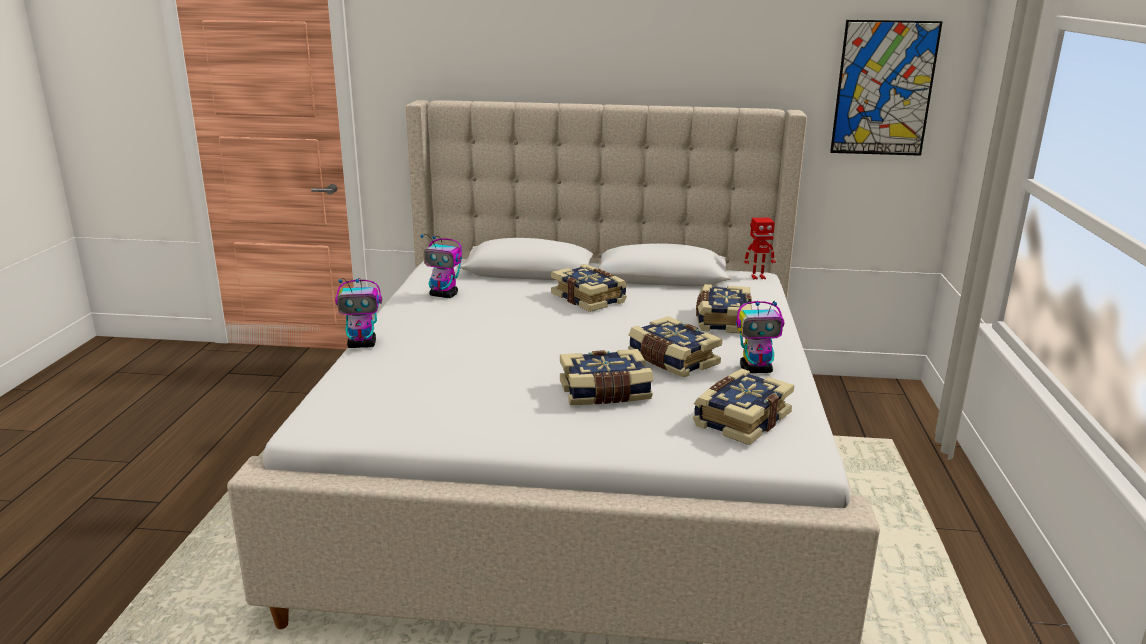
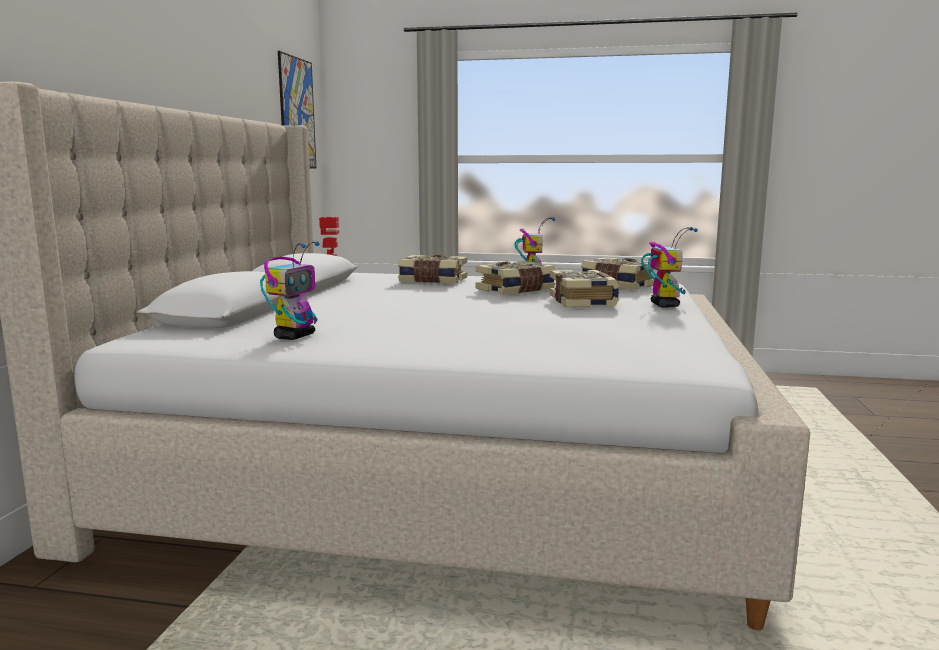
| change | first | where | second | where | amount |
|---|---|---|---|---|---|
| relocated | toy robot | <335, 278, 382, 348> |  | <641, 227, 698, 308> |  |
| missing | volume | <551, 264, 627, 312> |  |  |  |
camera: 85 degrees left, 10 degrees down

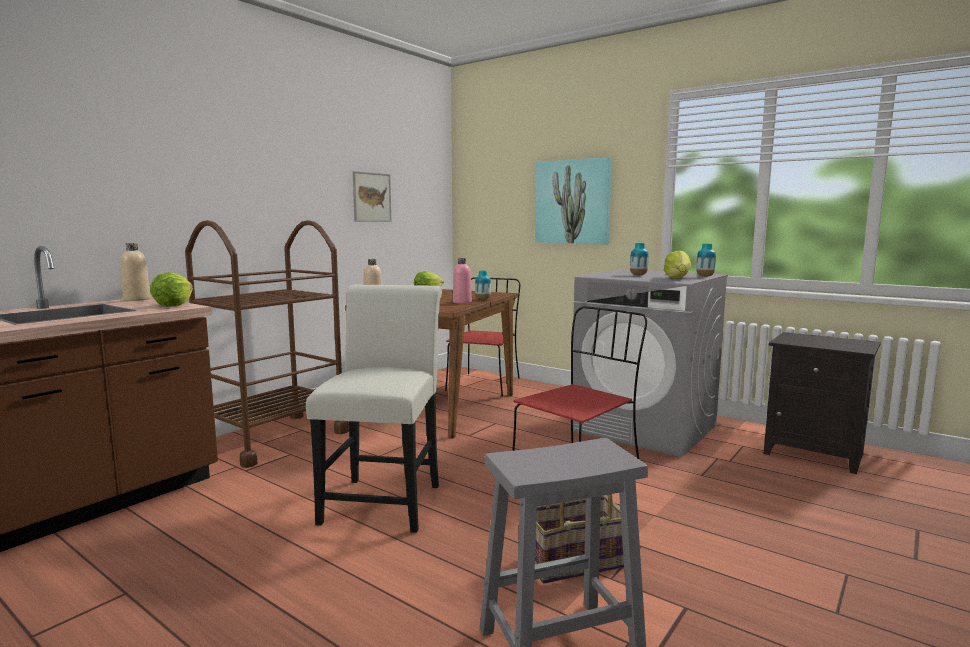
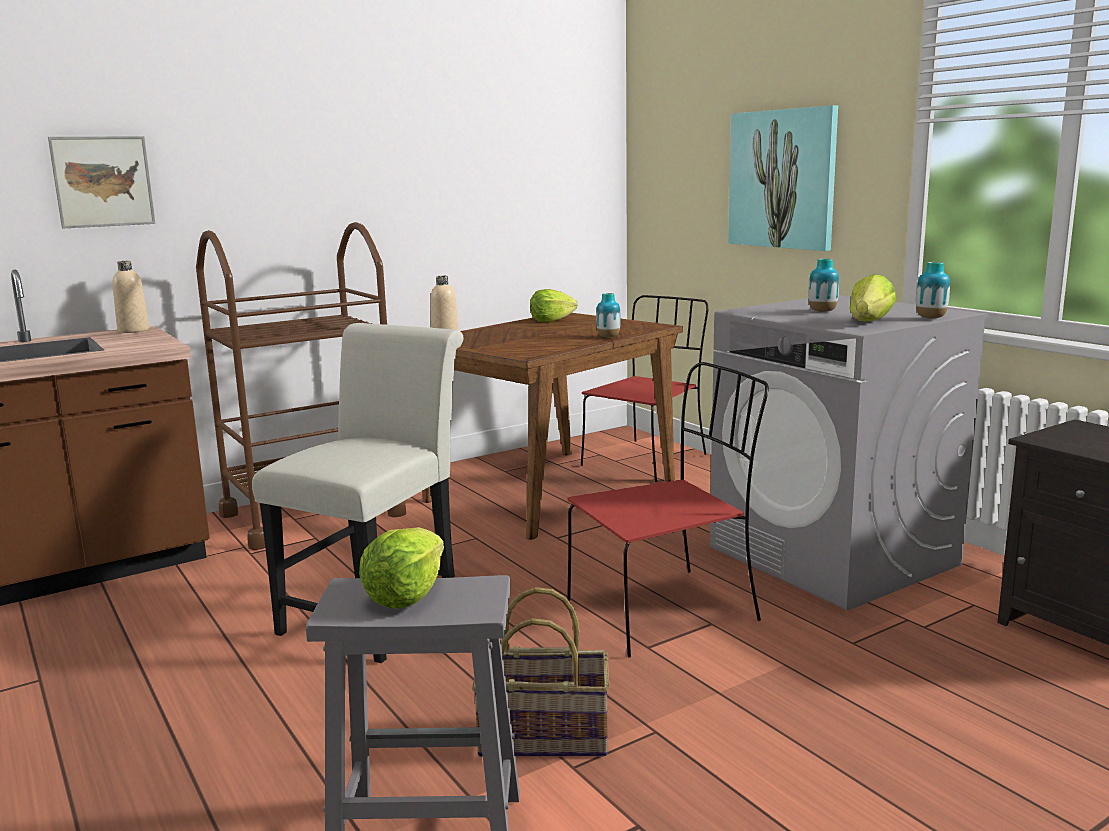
| change | first | where | second | where | amount |
|---|---|---|---|---|---|
| relocated | picture | <353, 171, 392, 222> |  | <48, 136, 156, 228> |  |
| relocated | lettuce head | <150, 272, 193, 307> |  | <359, 527, 444, 608> |  |
| missing | pink beverage bottle | <453, 258, 472, 304> |  |  |  |
camera: 20 degrees right, 5 degrees up

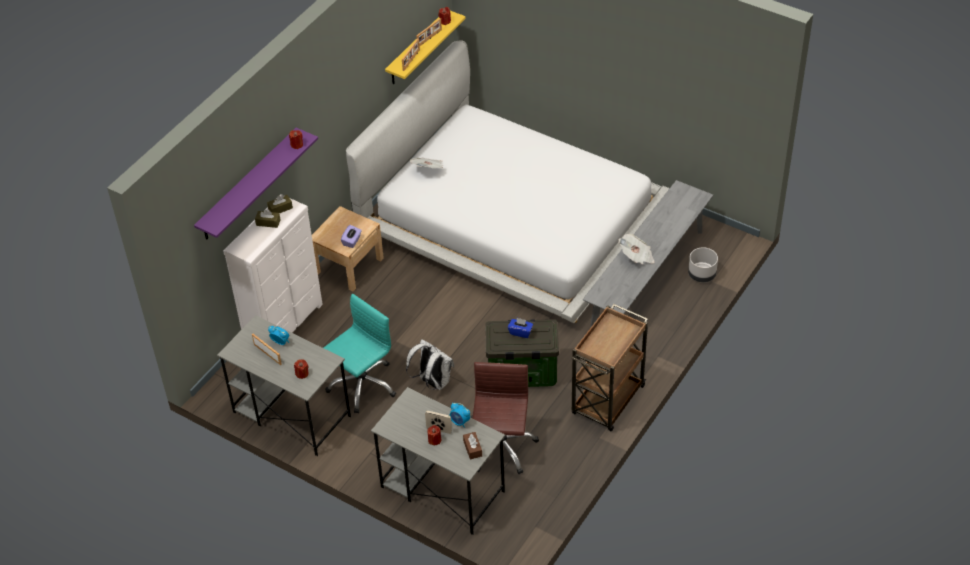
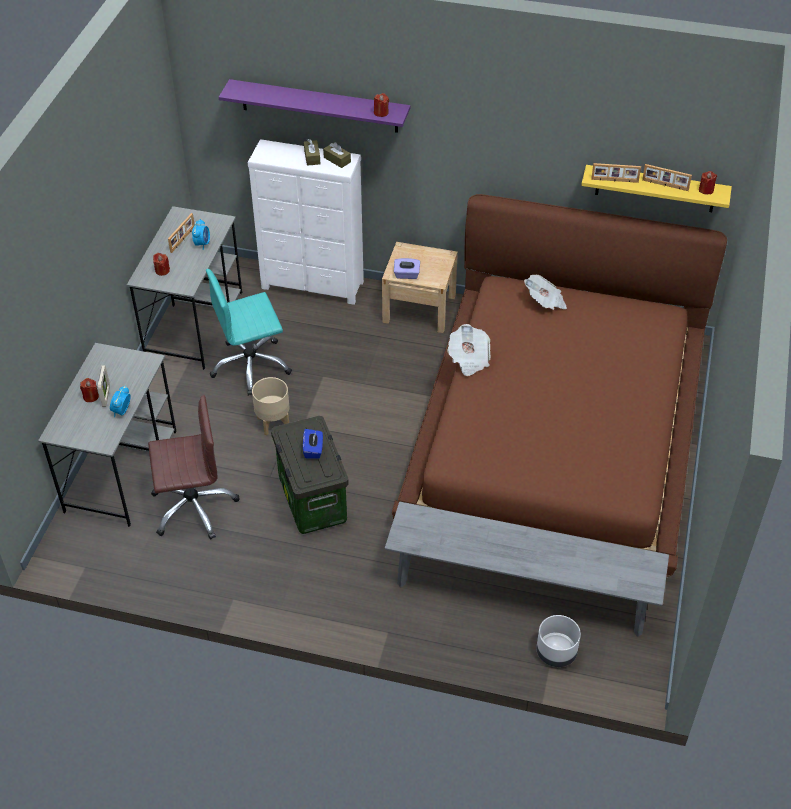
| change | first | where | second | where | amount |
|---|---|---|---|---|---|
| spun | turquoise office chair | <324, 294, 396, 413> |  | <206, 269, 292, 396> | 135 degrees clockwise |
| exchanged | white rucksack | <406, 339, 454, 390> | beige plant pot | <252, 377, 289, 435> |  |
| colour | white bed | <346, 41, 670, 323> | brownish bed | <392, 194, 727, 577> |  |
| relocated | daily paper | <619, 234, 654, 264> |  | <447, 324, 491, 376> |  |
| missing | brownish tissue box | <463, 432, 482, 459> |  |  |  |
| missing | brownish wheeled cart | <572, 304, 648, 432> |  |  |  |
camera: 70 degrees right, 0 degrees up

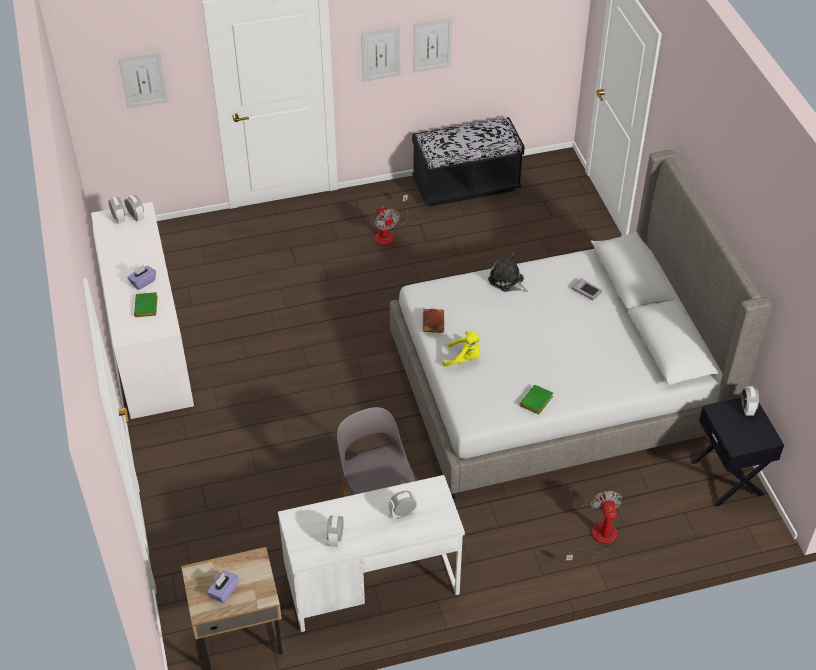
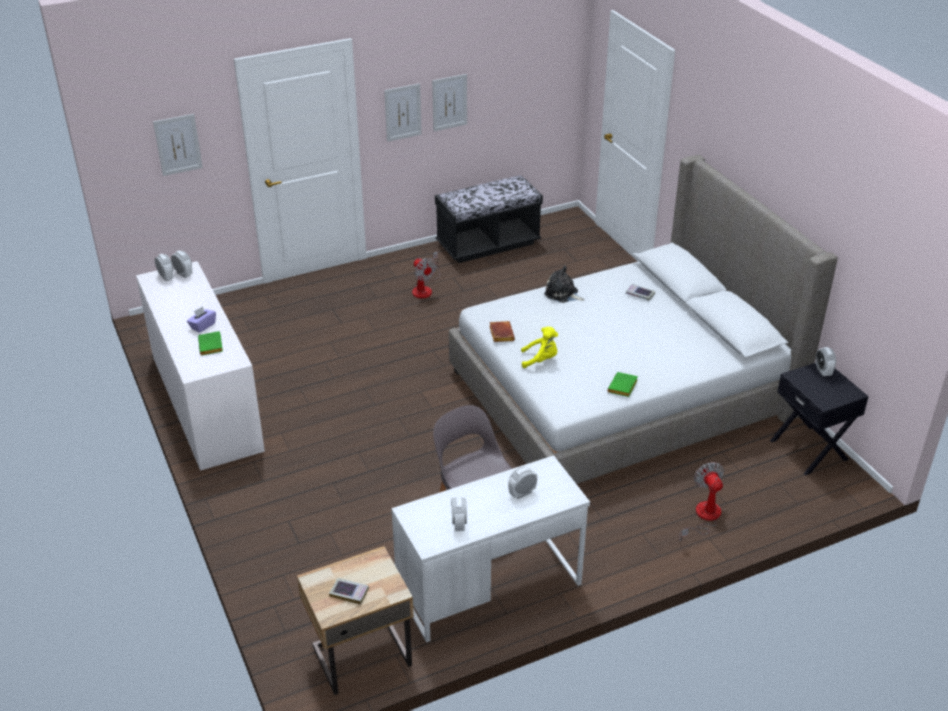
| change | first | where | second | where | amount |
|---|---|---|---|---|---|
| exchanged | purple-coloured tissue box | <207, 570, 239, 603> | volume | <329, 578, 369, 605> |  |
camera: 10 degrees left, 10 degrees down

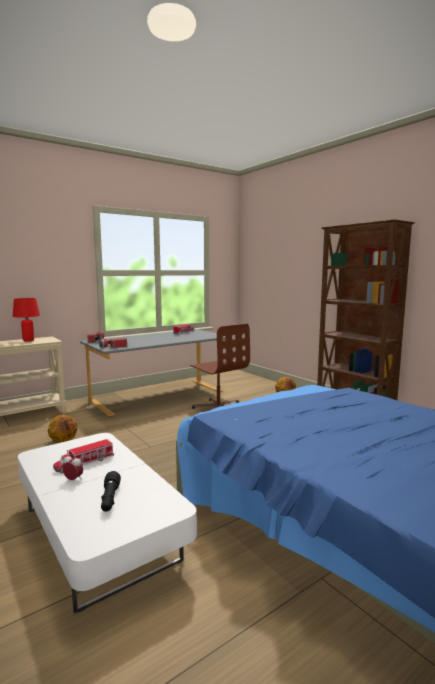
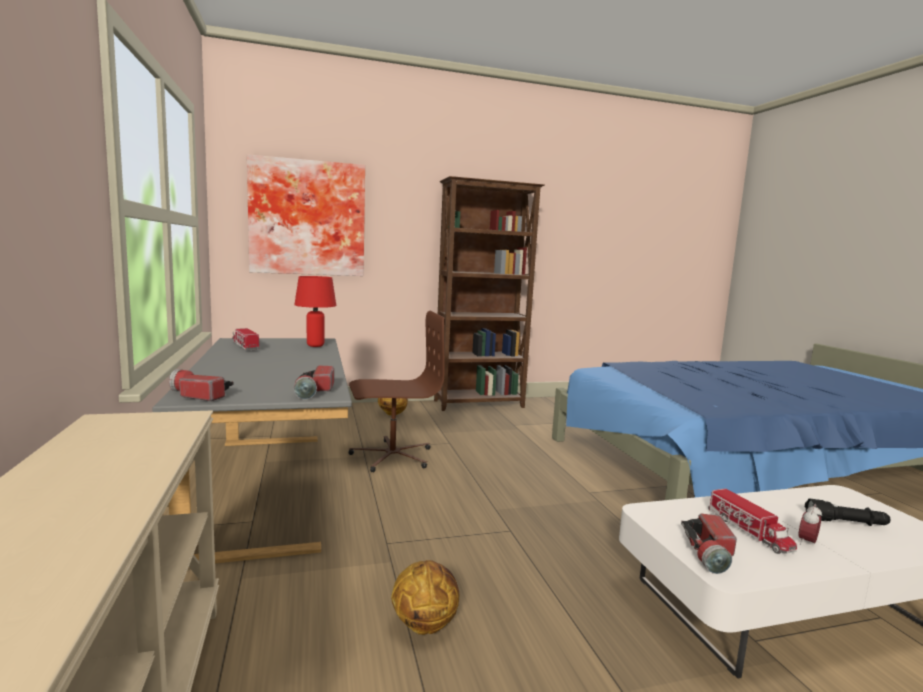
| change | first | where | second | where | amount |
|---|---|---|---|---|---|
| appeared |  |  | picture | <247, 154, 365, 276> |  |
| relocated | red table lamp | <12, 298, 40, 342> |  | <294, 276, 336, 347> |  |
| appeared |  |  | hand torch | <681, 513, 737, 574> |  |
camera: 70 degrees left, 0 degrees up

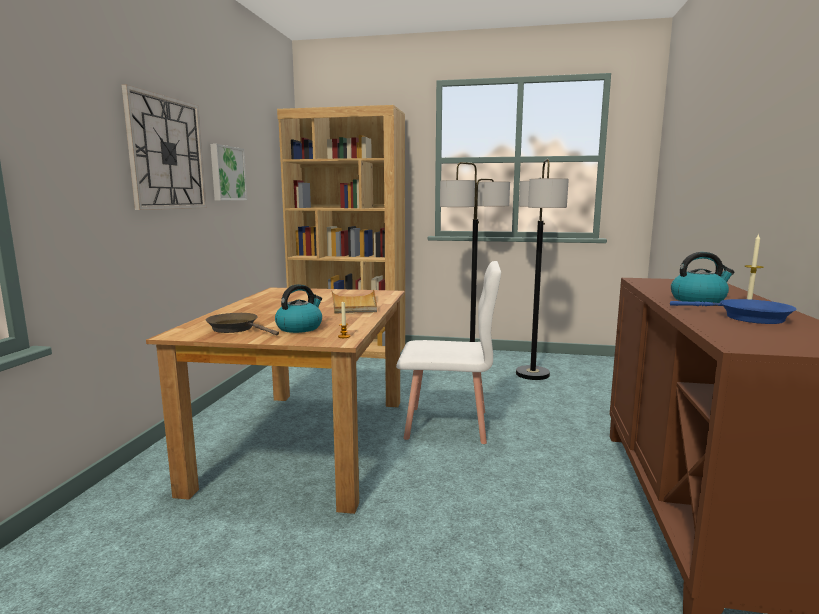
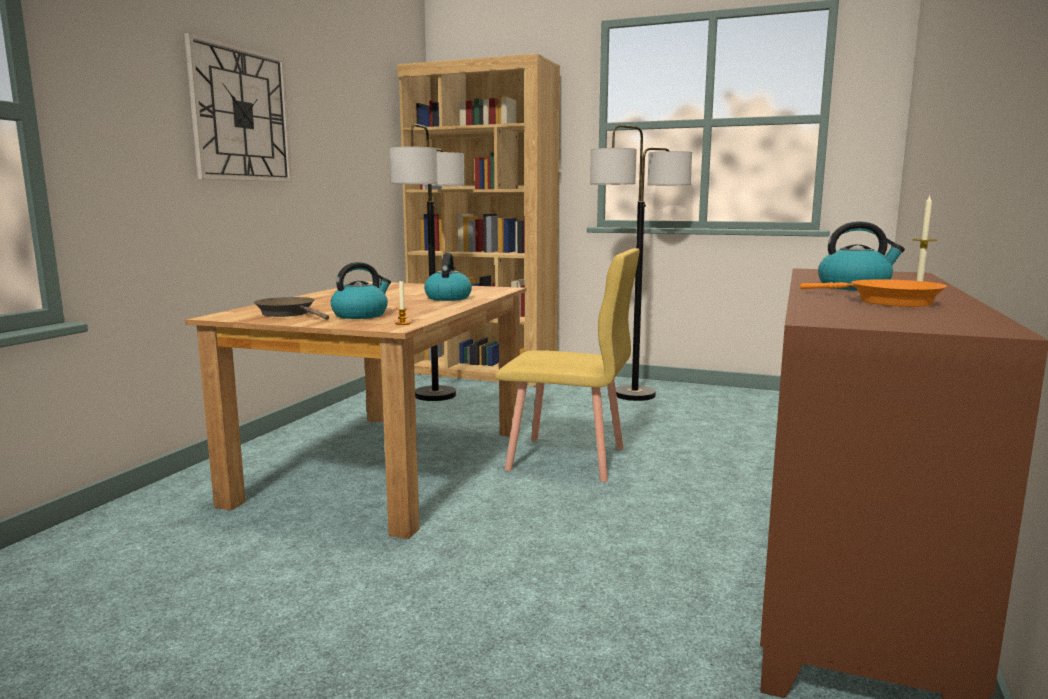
| change | first | where | second | where | amount |
|---|---|---|---|---|---|
| relocated | standing lamp | <516, 159, 569, 380> |  | <390, 124, 464, 401> |  |
| exchanged | beige tray | <331, 290, 377, 314> | kettle | <424, 253, 472, 301> |  |
| colour | white plain chair | <396, 261, 501, 444> | yellowish plain chair | <496, 248, 639, 482> |  |
| colour | blue pan | <670, 299, 796, 324> | orangey pan | <800, 279, 947, 307> |  |
| missing | picture | <210, 144, 247, 200> |  |  |  |
camera: 10 degrees right, 0 degrees up

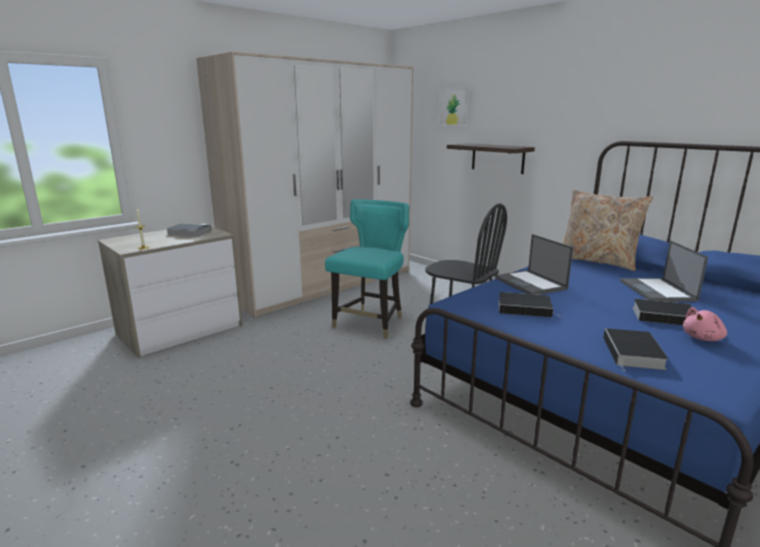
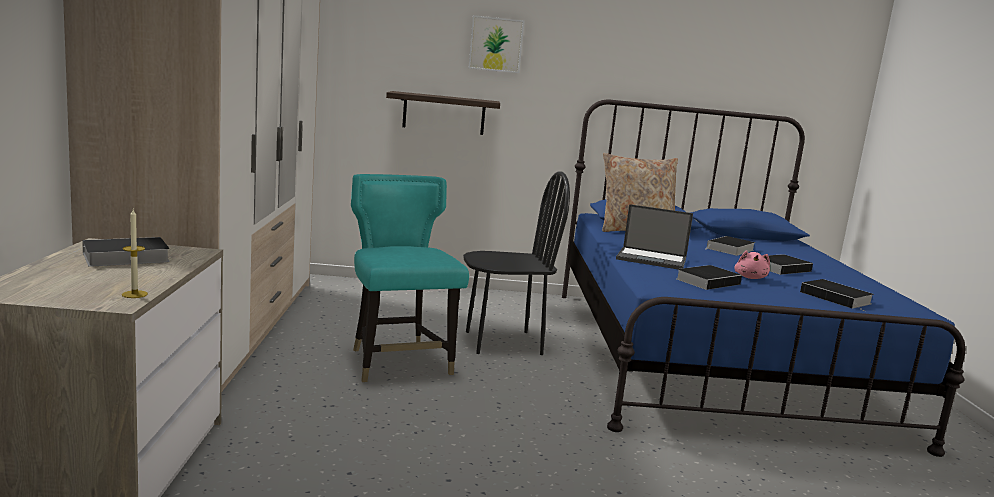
| change | first | where | second | where | amount |
|---|---|---|---|---|---|
| relocated | picture | <439, 88, 470, 126> |  | <469, 15, 524, 73> |  |
| exchanged | laptop | <620, 240, 708, 302> | volume | <706, 236, 756, 256> |  |
| relocated | pink cuddly toy | <683, 307, 727, 341> |  | <734, 250, 770, 279> |  |
camera: 50 degrees left, 5 degrees down

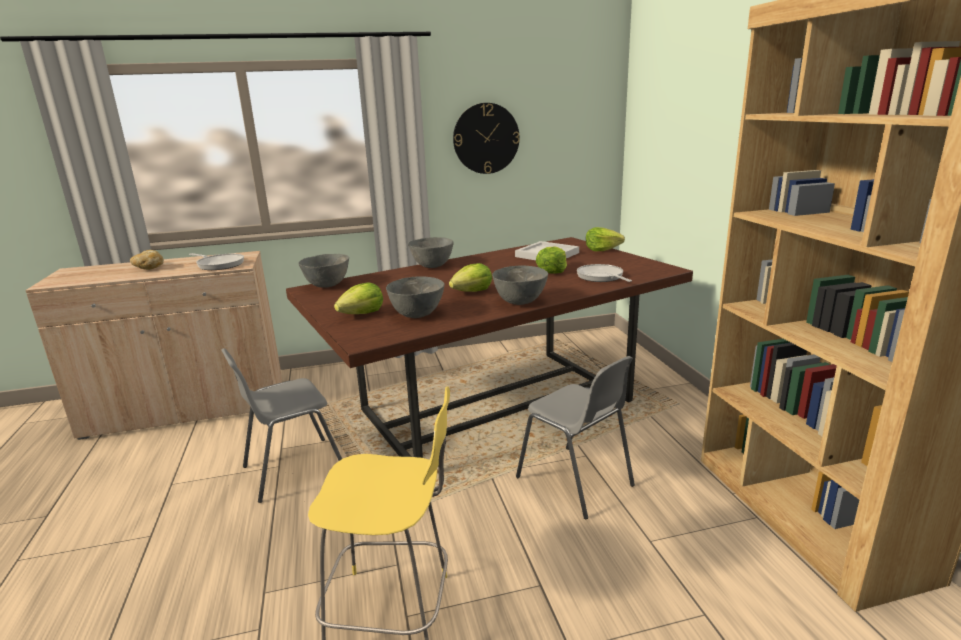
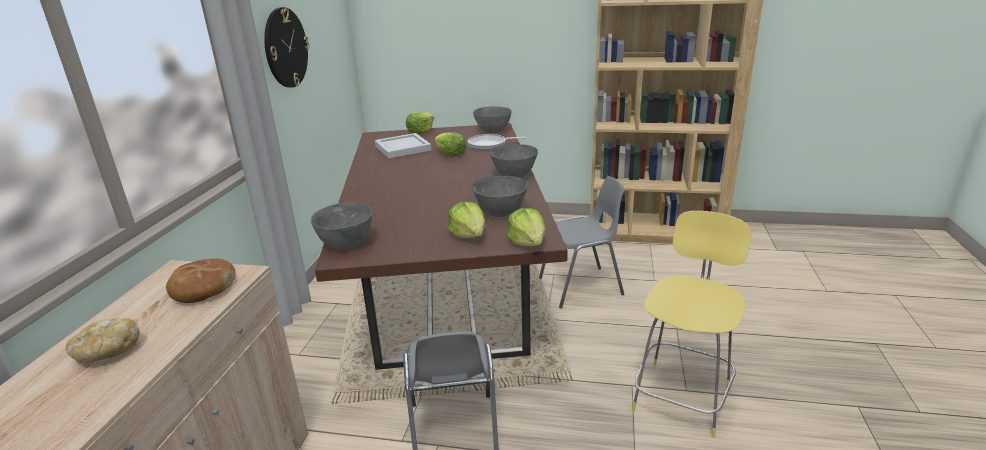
| change | first | where | second | where | amount |
|---|---|---|---|---|---|
| exchanged | pan | <189, 253, 244, 270> | bread | <166, 259, 236, 303> |  |
| relocated | gray bowl | <408, 237, 454, 268> |  | <473, 106, 512, 133> |  |
| relocated | lettuce head | <449, 263, 492, 292> |  | <506, 208, 545, 246> |  |
camera: 65 degrees left, 5 degrees up

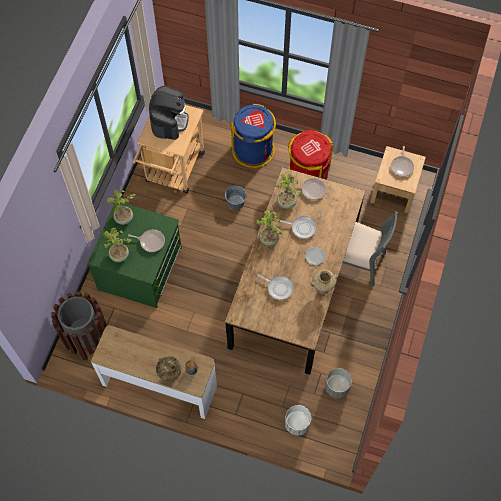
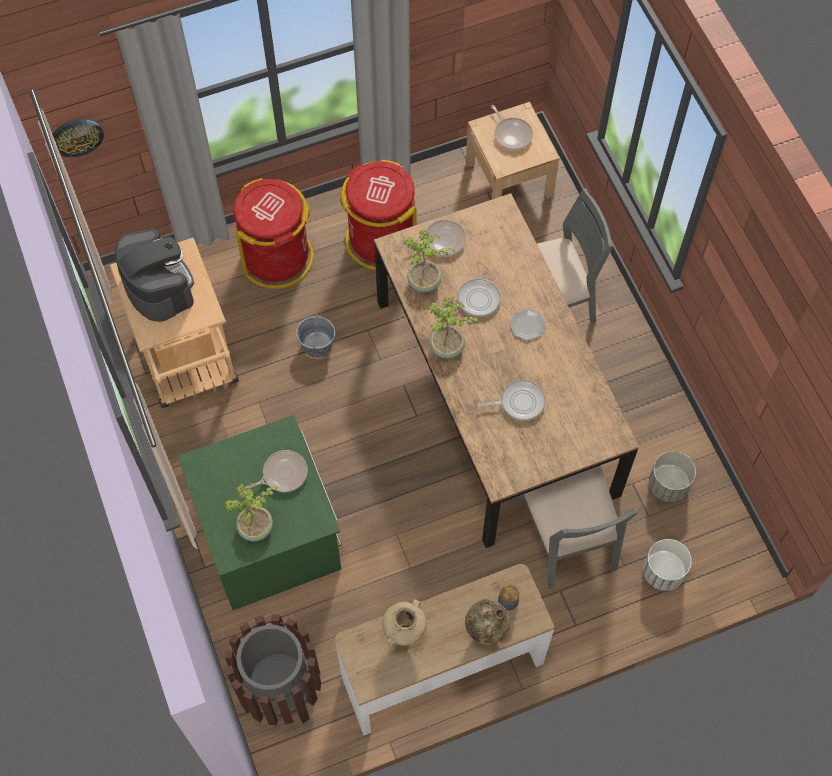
| change | first | where | second | where | amount |
|---|---|---|---|---|---|
| appeared |  |  | wall clock | <52, 119, 104, 157> |  |
| colour | blue rubbish bin | <230, 104, 276, 168> | red rubbish bin | <233, 178, 314, 289> |  |
| relocated | beige flower vase | <310, 270, 338, 294> |  | <382, 599, 427, 647> |  |
| appeared |  |  | gray plain chair | <512, 465, 639, 589> |  |
| missing | houseplant | <106, 189, 135, 225> |  |  |  |
camera: 40 degrees left, 0 degrees up

